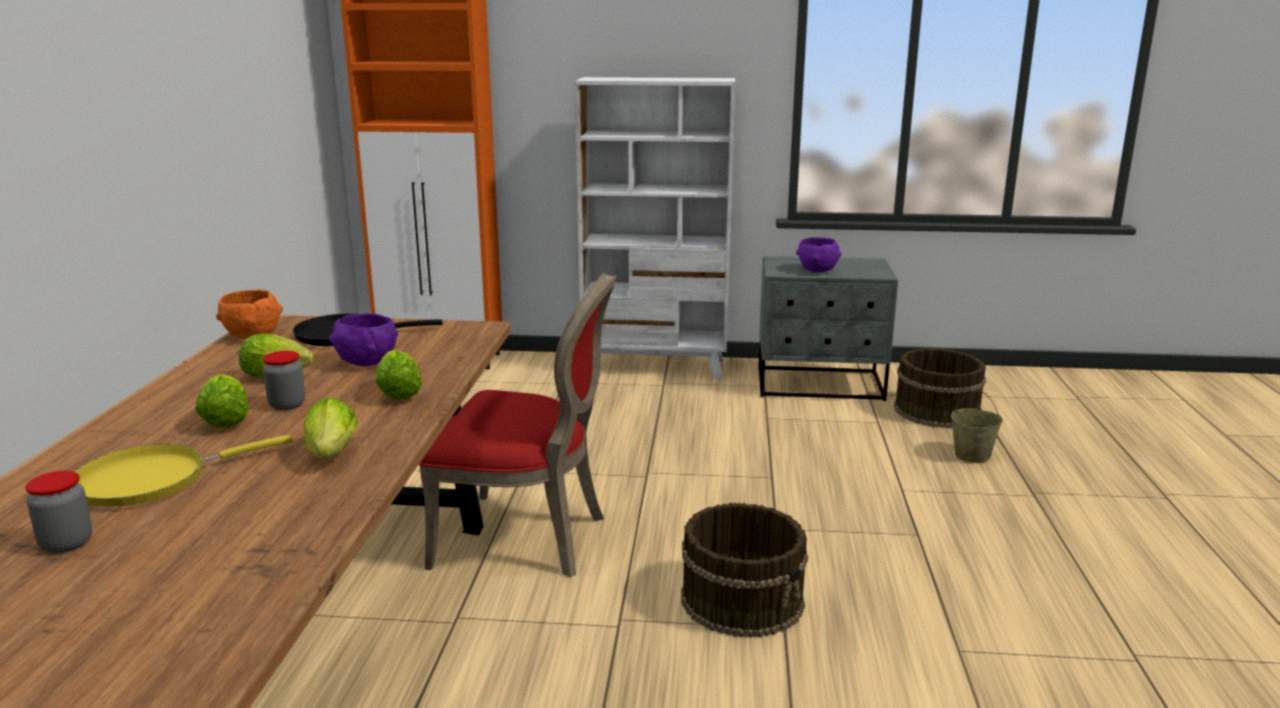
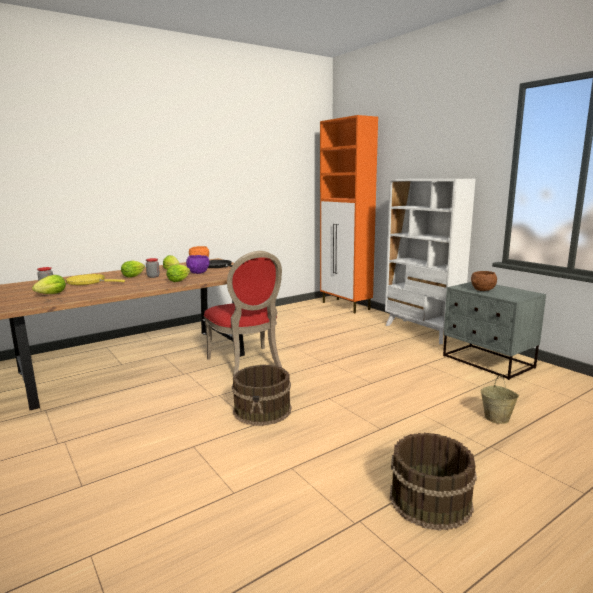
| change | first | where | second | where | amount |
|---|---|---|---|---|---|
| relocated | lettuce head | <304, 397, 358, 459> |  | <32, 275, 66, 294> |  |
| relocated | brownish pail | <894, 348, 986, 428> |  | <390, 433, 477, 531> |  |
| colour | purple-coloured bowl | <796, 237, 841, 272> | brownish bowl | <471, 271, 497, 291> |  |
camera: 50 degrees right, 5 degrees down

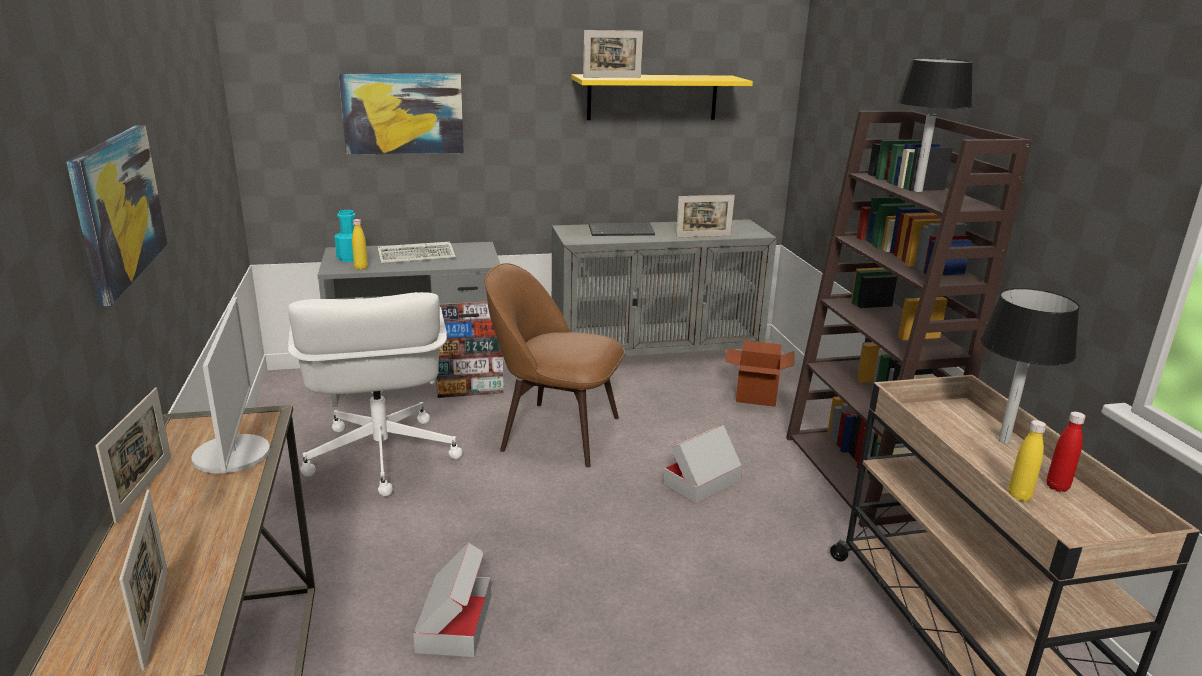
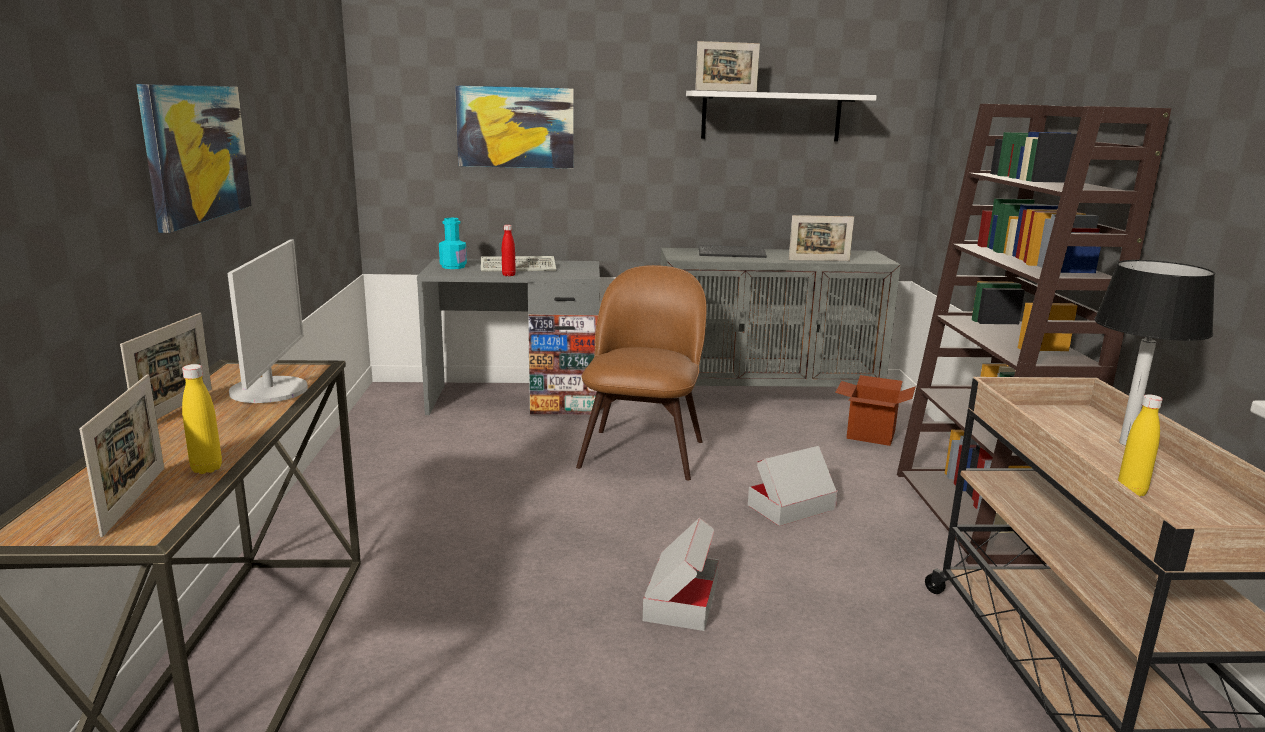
| change | first | where | second | where | amount |
|---|---|---|---|---|---|
| relocated | yellowish beverage bottle | <352, 219, 368, 270> |  | <182, 364, 222, 474> |  |
| relocated | red beverage bottle | <1047, 412, 1086, 492> |  | <502, 225, 516, 276> |  |
| spun | brownish plain chair | <484, 263, 625, 467> |  | <576, 265, 706, 480> | 75 degrees clockwise |
| relocated | carton | <413, 542, 491, 657> |  | <643, 518, 719, 631> |  |
| colour | yellowish bracket shelf | <571, 74, 753, 120> | white bracket shelf | <686, 91, 877, 142> |  |
| missing | white office chair | <288, 292, 462, 496> |  |  |  |
| missing | blackish table lamp | <896, 58, 973, 192> |  |  |  |
camera: 10 degrees right, 5 degrees down

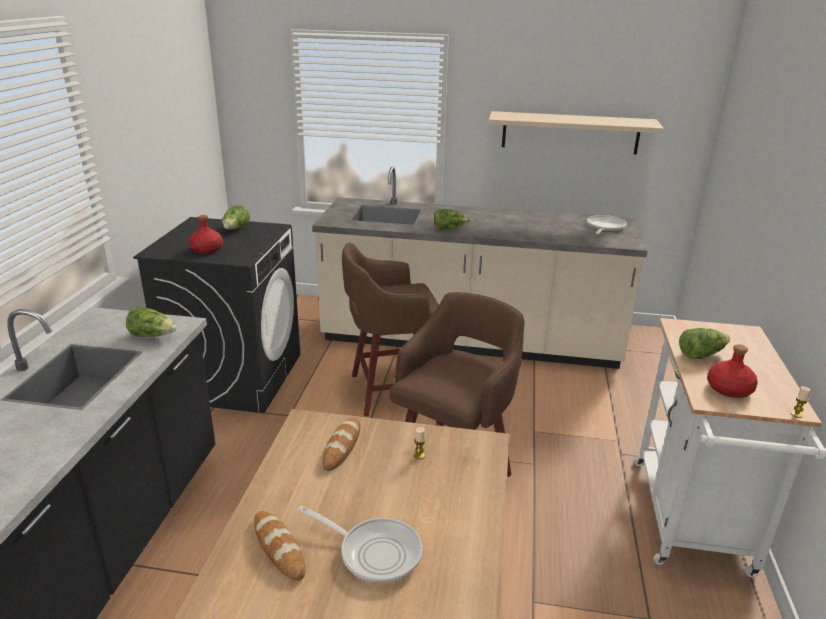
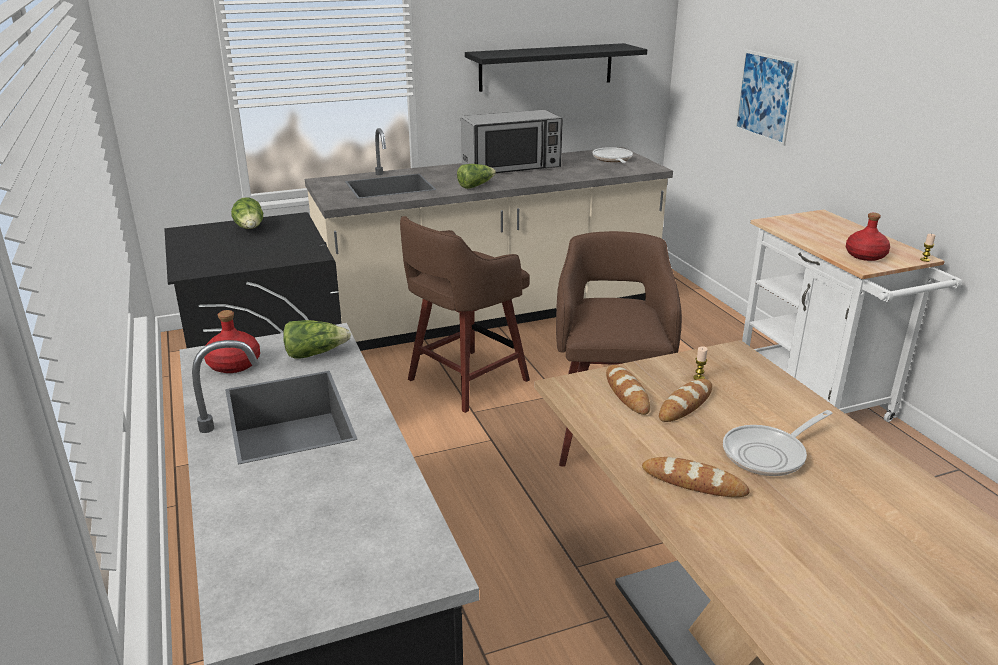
| change | first | where | second | where | amount |
|---|---|---|---|---|---|
| relocated | red beverage bottle | <189, 215, 223, 254> |  | <204, 310, 260, 373> |  |
| appeared |  |  | microwave oven | <461, 110, 563, 173> |  |
| colour | beige bracket shelf | <488, 111, 664, 155> | blackish bracket shelf | <465, 43, 647, 92> |  |
| appeared |  |  | bread | <659, 379, 712, 422> |  |
| spun | pan | <297, 505, 422, 583> |  | <723, 410, 832, 476> | 150 degrees clockwise |
| appeared |  |  | picture | <734, 50, 799, 146> |  |
| missing | lettuce head | <679, 328, 730, 359> |  |  |  |
camera: 30 degrees left, 0 degrees up

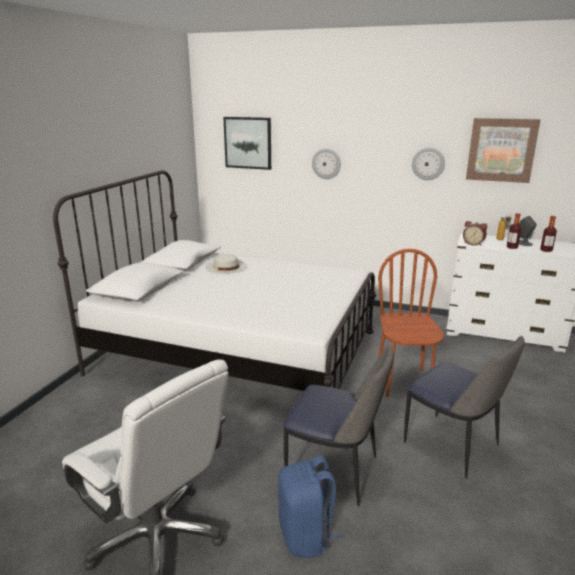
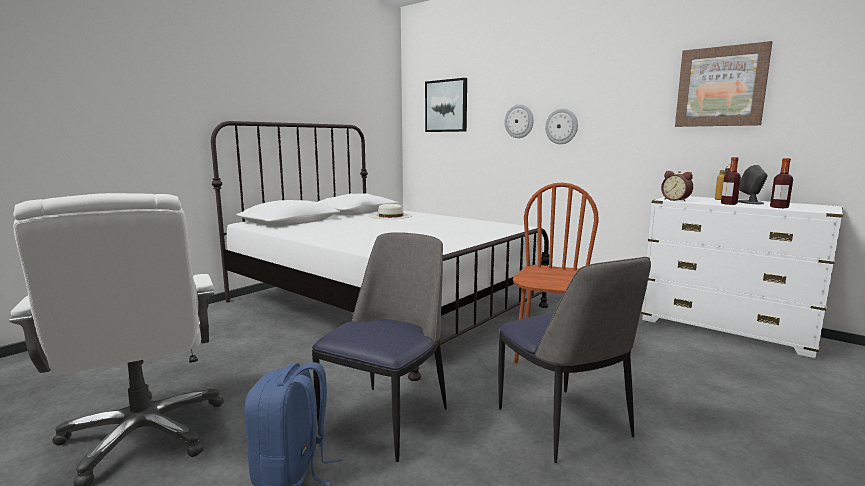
| change | first | where | second | where | amount |
|---|---|---|---|---|---|
| spun | plain chair | <283, 345, 394, 506> |  | <312, 232, 447, 462> | 105 degrees counterclockwise |
| relocated | wall clock | <412, 148, 445, 180> |  | <545, 109, 578, 144> |  |
camera: 20 degrees right, 10 degrees down

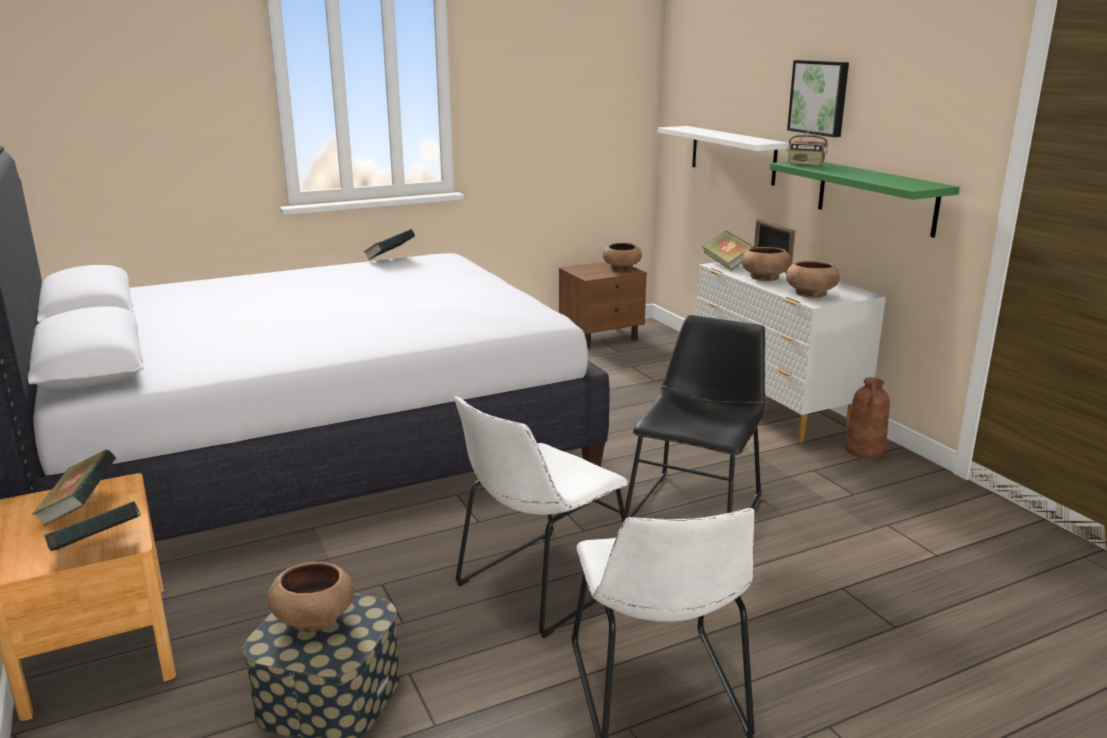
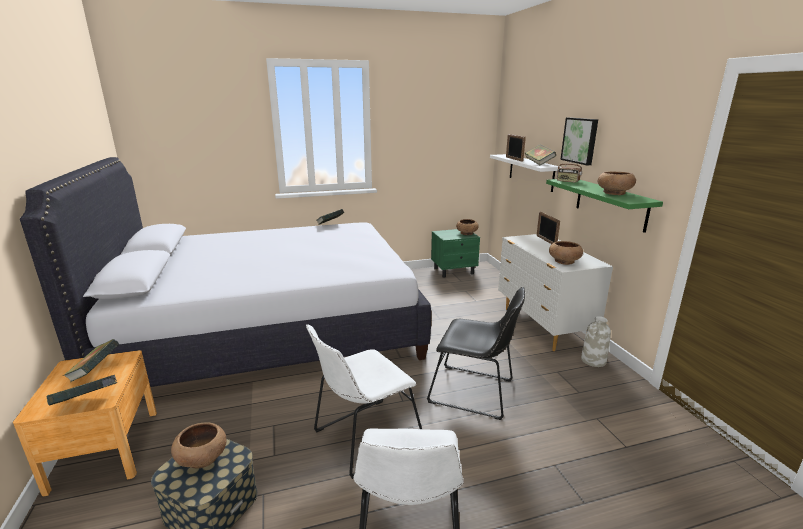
| change | first | where | second | where | amount |
|---|---|---|---|---|---|
| spun | blackish plain chair | <622, 315, 765, 524> |  | <427, 287, 525, 420> | 75 degrees clockwise |
| colour | brownish bedside table | <559, 262, 647, 349> | greenish bedside table | <431, 229, 480, 278> |  |
| appeared |  |  | picture frame | <506, 134, 526, 162> |  |
| relocated | volume | <702, 231, 755, 270> |  | <525, 145, 556, 165> |  |
| colour | brownish flower vase | <845, 377, 890, 459> | white flower vase | <581, 316, 611, 367> |  |
| relocated | brownish bowl | <741, 247, 791, 281> |  | <598, 172, 636, 195> |  |
camera: 10 degrees right, 0 degrees up

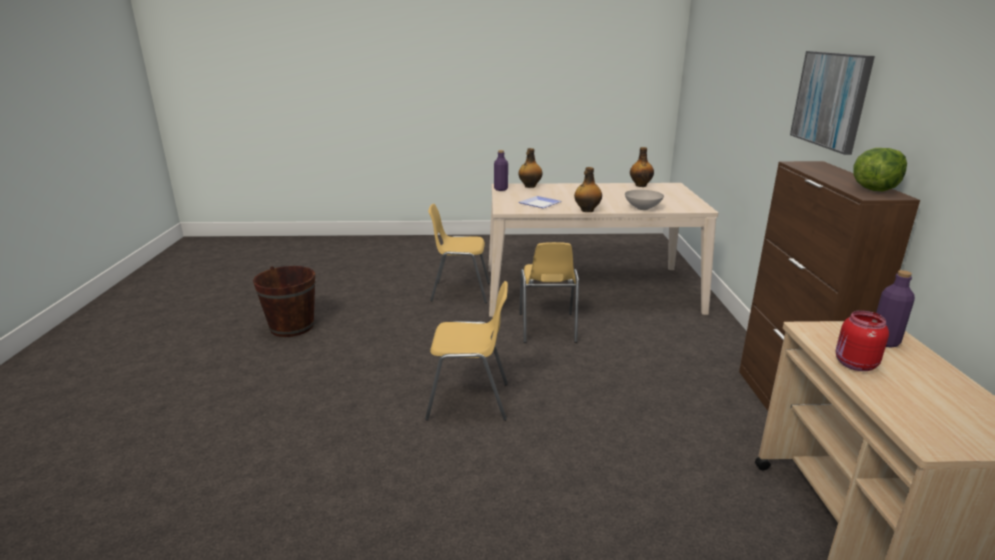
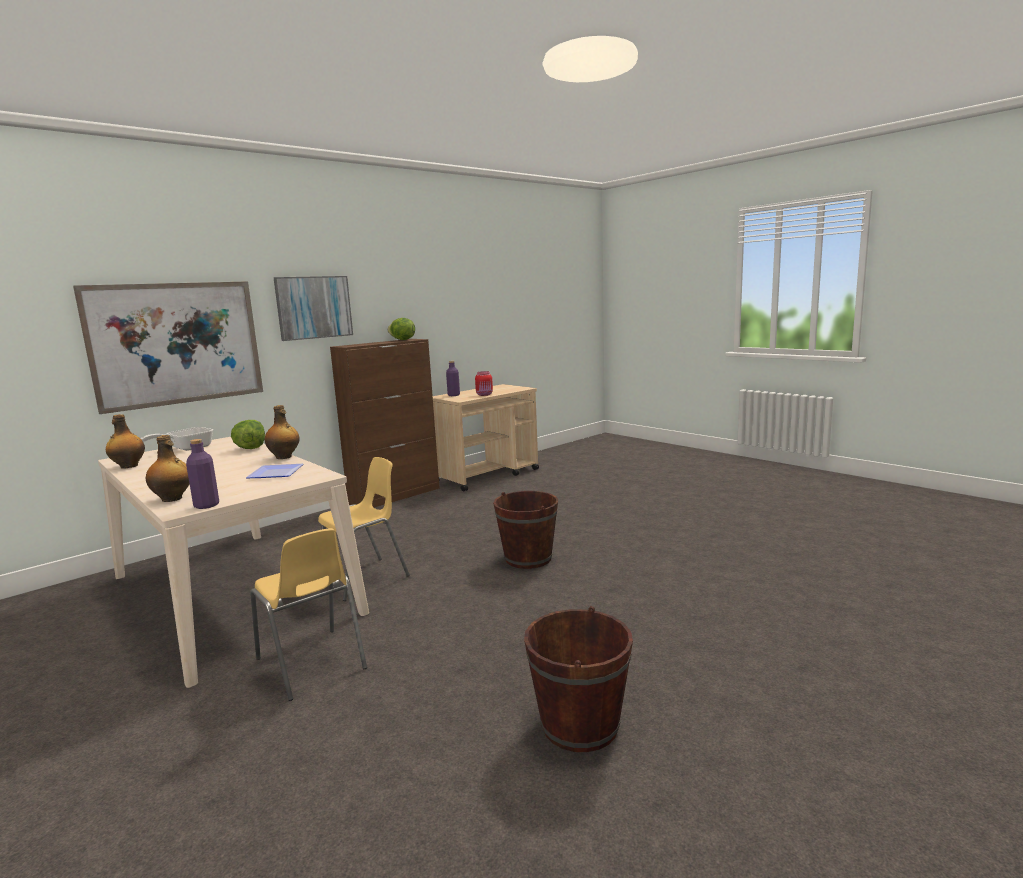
| change | first | where | second | where | amount |
|---|---|---|---|---|---|
| appeared |  |  | picture | <73, 281, 263, 414> |  |
| appeared |  |  | pan | <140, 427, 213, 451> |  |
| exchanged | white bowl | <625, 190, 664, 210> | lettuce head | <231, 420, 265, 449> |  |
| exchanged | yellowish plain chair | <425, 281, 508, 421> | brownish pail | <493, 491, 558, 569> |  |
camera: 130 degrees left, 10 degrees down

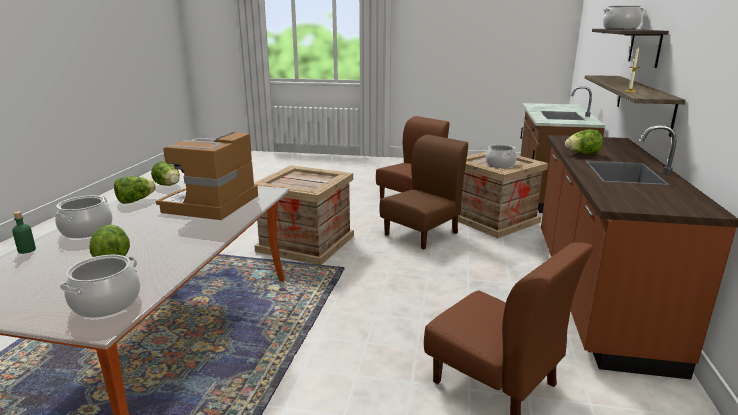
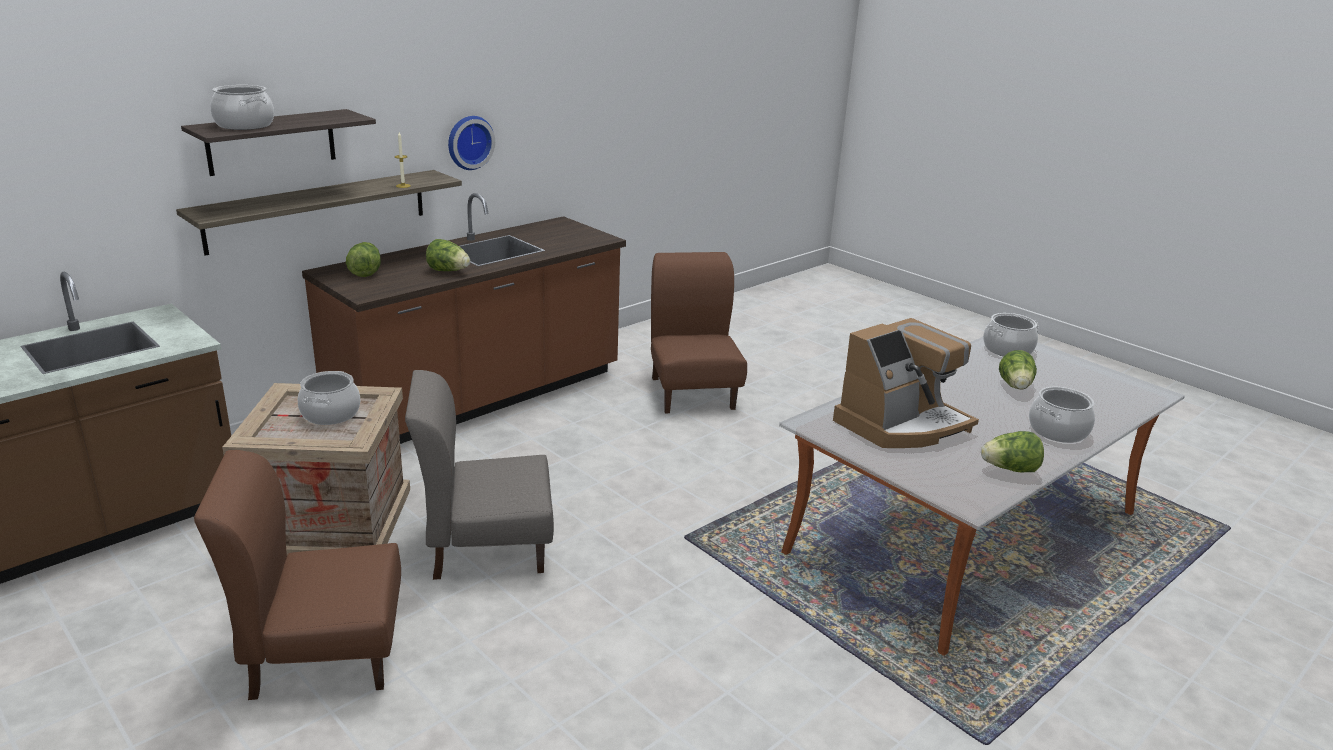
| change | first | where | second | where | amount |
|---|---|---|---|---|---|
| relocated | lettuce head | <151, 161, 180, 186> |  | <346, 242, 381, 277> |  |
| colour | brownish plain chair | <379, 134, 468, 249> | gray plain chair | <405, 370, 554, 580> |  |
| appeared |  |  | wall clock | <448, 116, 495, 170> |  |
| missing | greenish beverage bottle | <12, 211, 36, 254> |  |  |  |
| missing | packing crate | <254, 165, 354, 265> |  |  |  |
camera: 145 degrees left, 5 degrees up

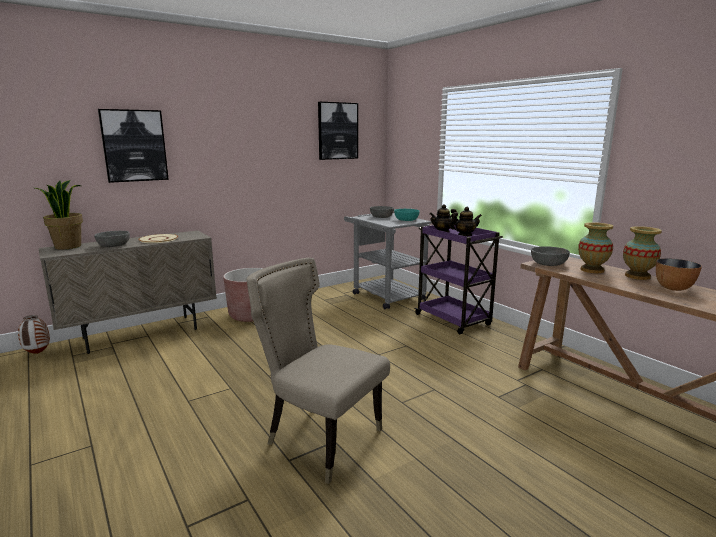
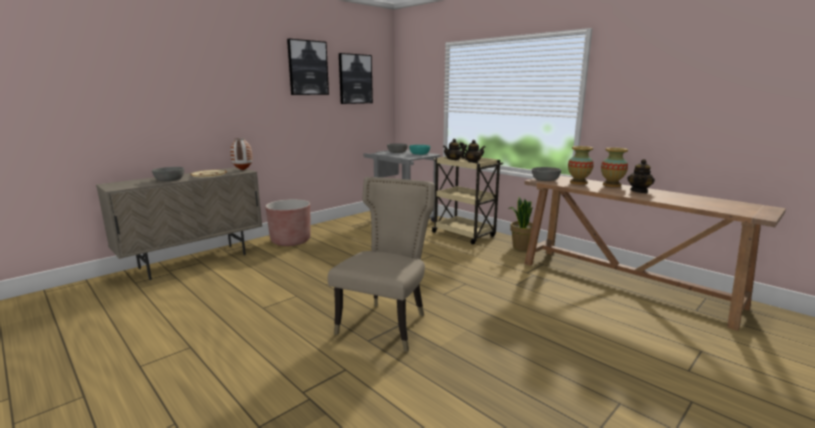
| change | first | where | second | where | amount |
|---|---|---|---|---|---|
| relocated | flower vase | <18, 315, 50, 354> |  | <230, 138, 253, 170> |  |
| relocated | picture | <98, 109, 169, 183> |  | <287, 39, 329, 95> |  |
| spun | beige plain chair | <246, 258, 390, 484> |  | <328, 177, 435, 352> | 90 degrees clockwise |
| colour | purple-coloured wheeled cart | <415, 225, 503, 334> | beige wheeled cart | <431, 155, 503, 245> |  |
| relocated | houseplant | <35, 180, 83, 250> |  | <508, 197, 533, 251> |  |
| exchanged | bowl | <656, 258, 702, 291> | pot for tea | <627, 159, 655, 193> |  |
camera: 10 degrees left, 0 degrees up

